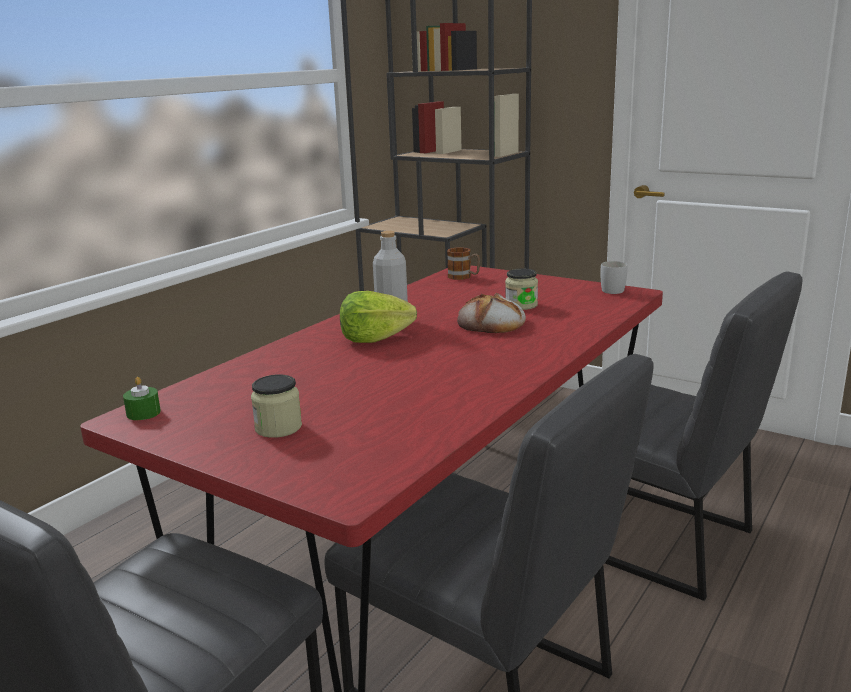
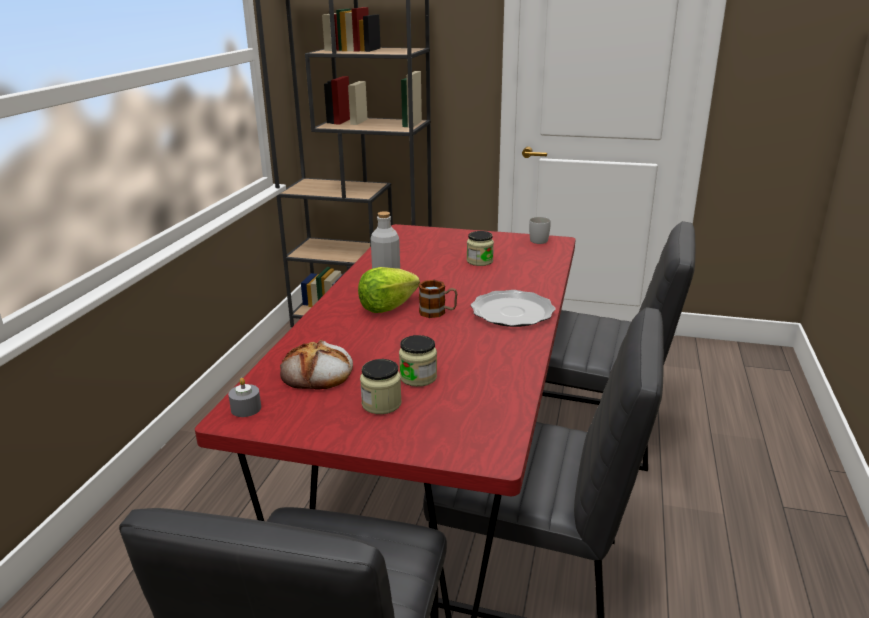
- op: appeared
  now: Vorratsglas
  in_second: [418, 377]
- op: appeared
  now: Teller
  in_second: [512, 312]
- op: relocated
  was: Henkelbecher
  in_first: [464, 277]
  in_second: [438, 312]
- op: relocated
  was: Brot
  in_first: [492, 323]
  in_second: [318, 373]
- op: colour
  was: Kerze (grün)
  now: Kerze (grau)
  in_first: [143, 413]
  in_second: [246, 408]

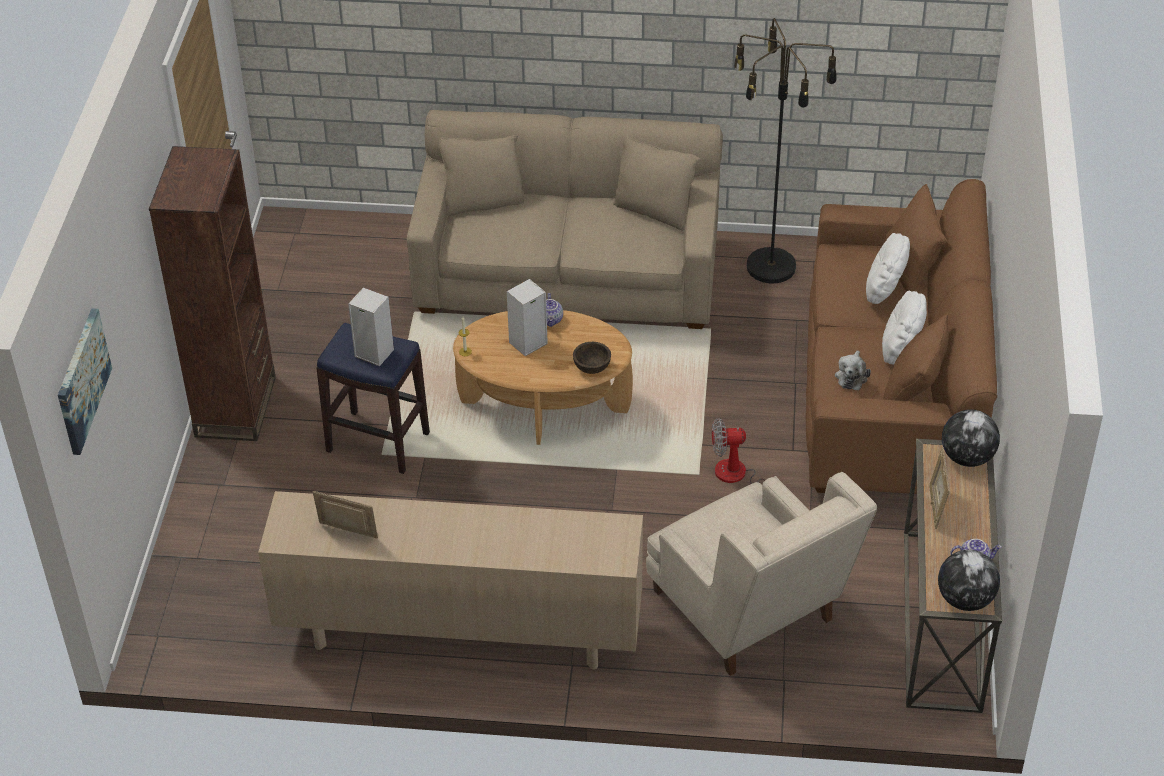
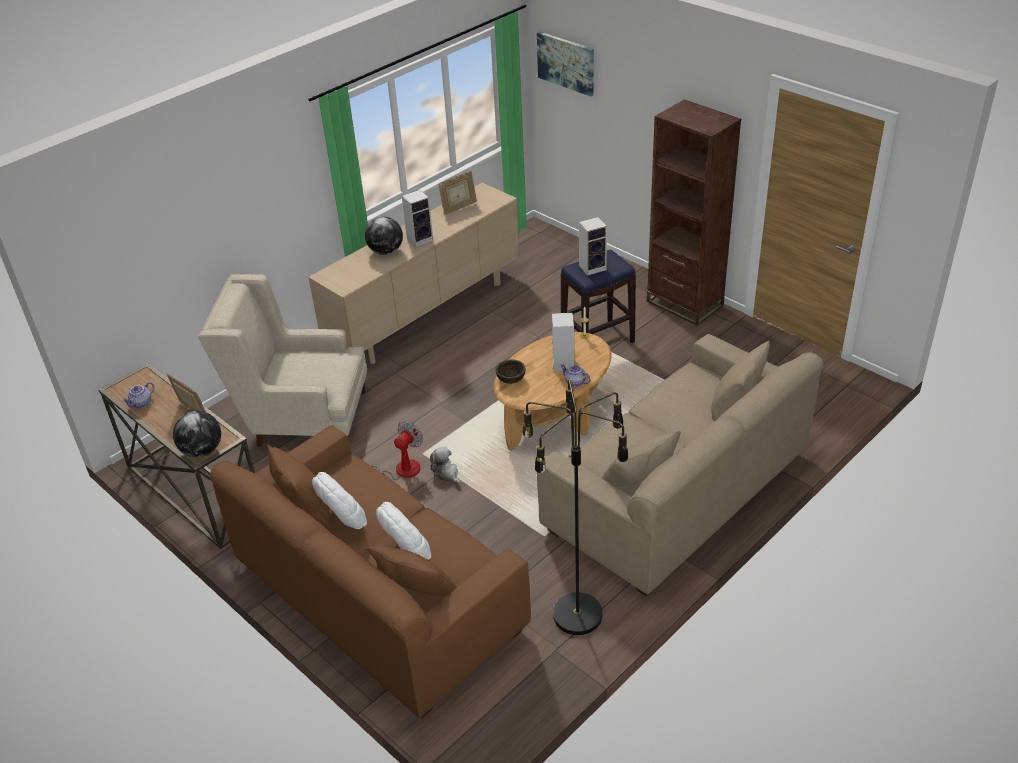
- op: appeared
  now: Lautsprecher
  in_second: [420, 239]
- op: relocated
  was: Plüschtier
  in_first: [851, 376]
  in_second: [446, 473]
- op: relocated
  was: Globus
  in_first: [965, 599]
  in_second: [386, 251]

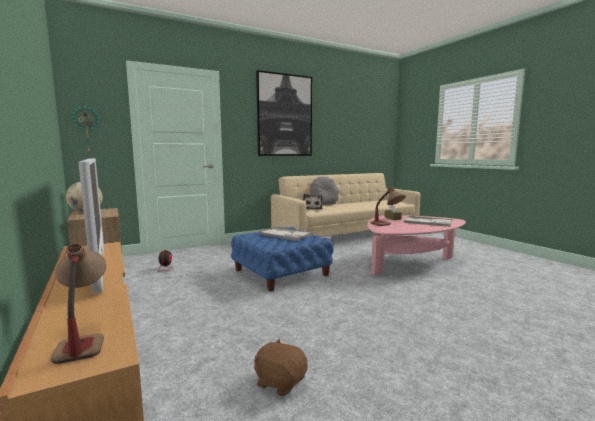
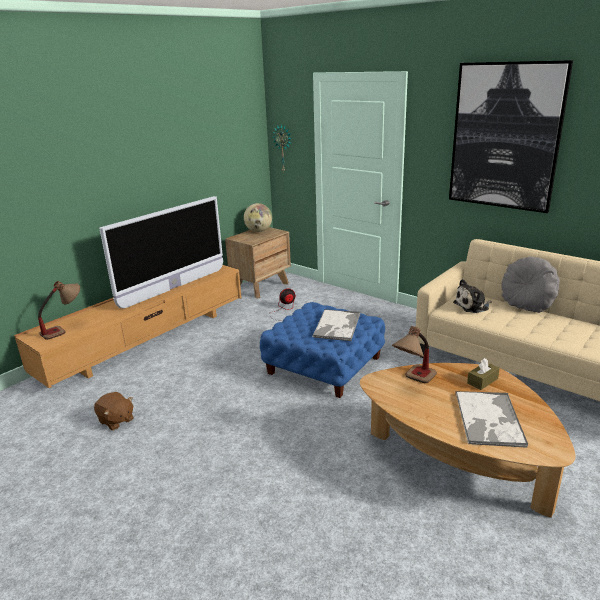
- op: colour
  was: Couchtisch (rosa)
  now: Couchtisch (braun)
  in_first: [409, 263]
  in_second: [458, 462]
- op: spun
  was: Plüschtier (braun)
  in_first: [280, 382]
  in_second: [116, 421]
  clockwise: 120

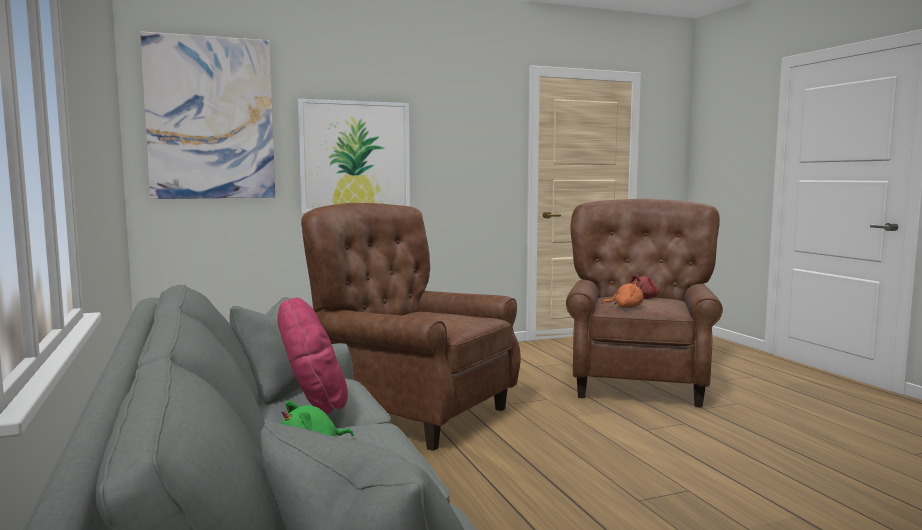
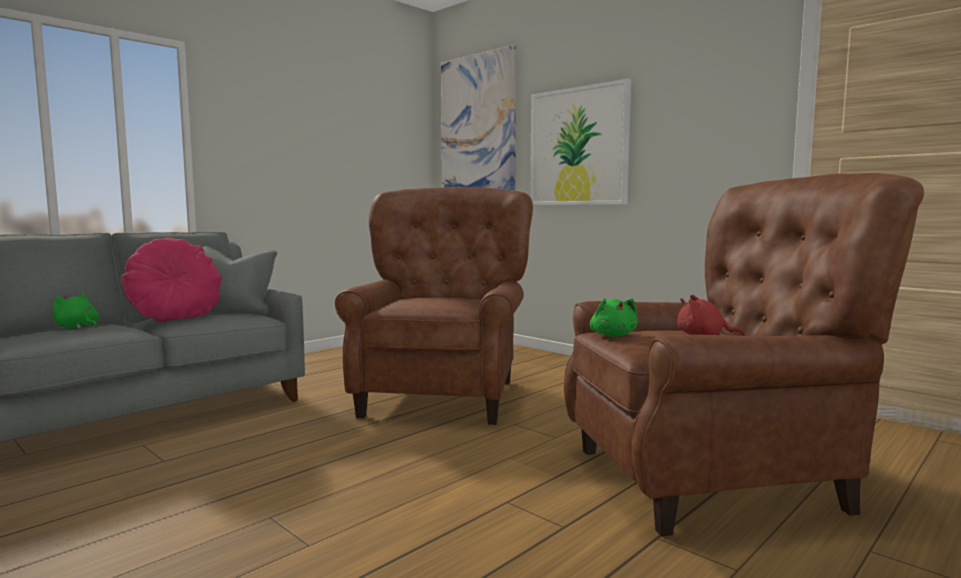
- op: colour
  was: Plüschtier (orange)
  now: Plüschtier (grün)
  in_first: [625, 307]
  in_second: [612, 335]

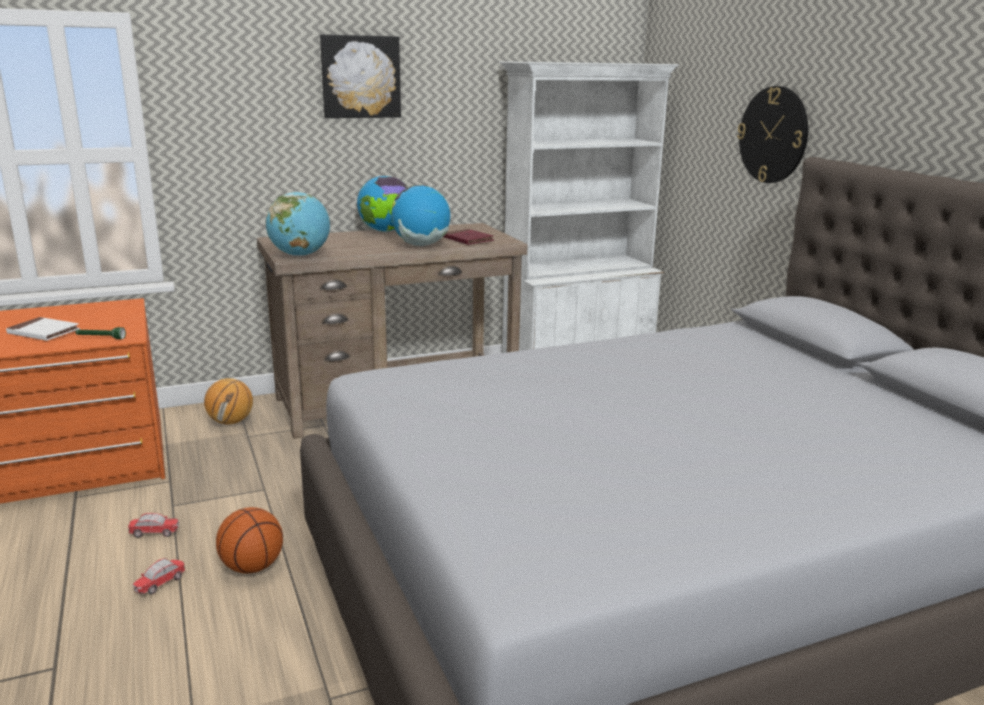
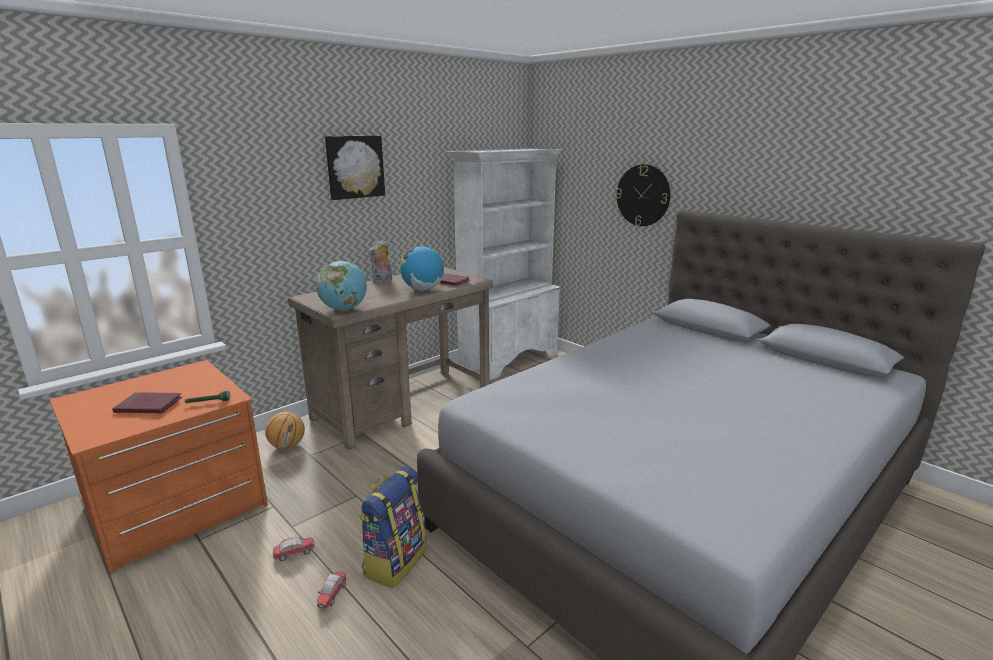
- op: exchanged
  was: Basketball
  now: Rucksack
  in_first: [252, 567]
  in_second: [395, 561]
- op: exchanged
  was: Globus
  now: Plüschtier
  in_first: [385, 231]
  in_second: [382, 281]
- op: colour
  was: Buch (weiß)
  now: Buch (rot)
  in_first: [43, 332]
  in_second: [149, 406]

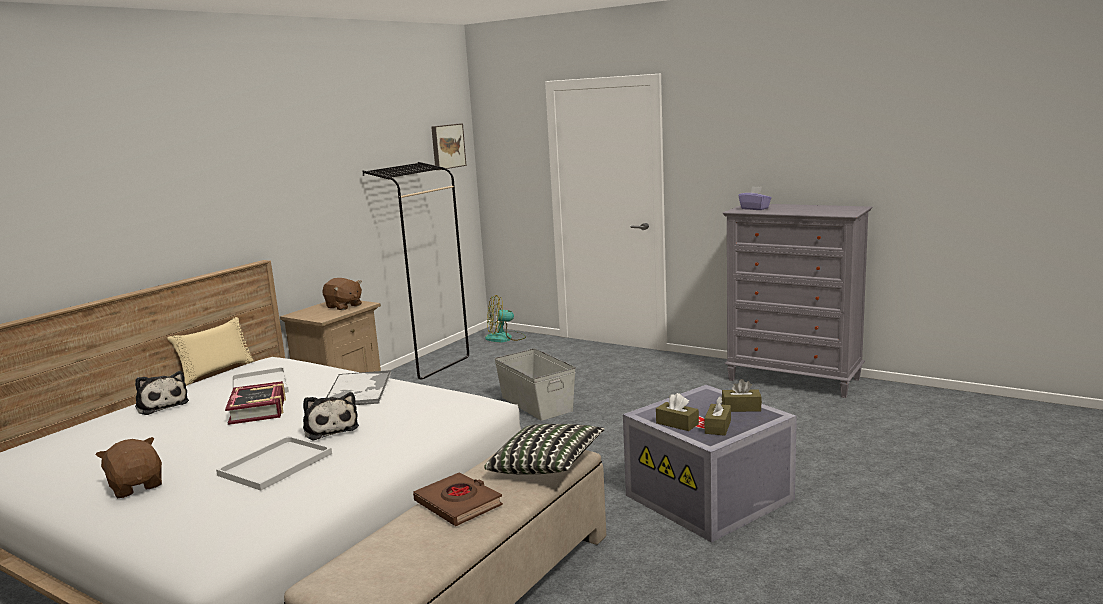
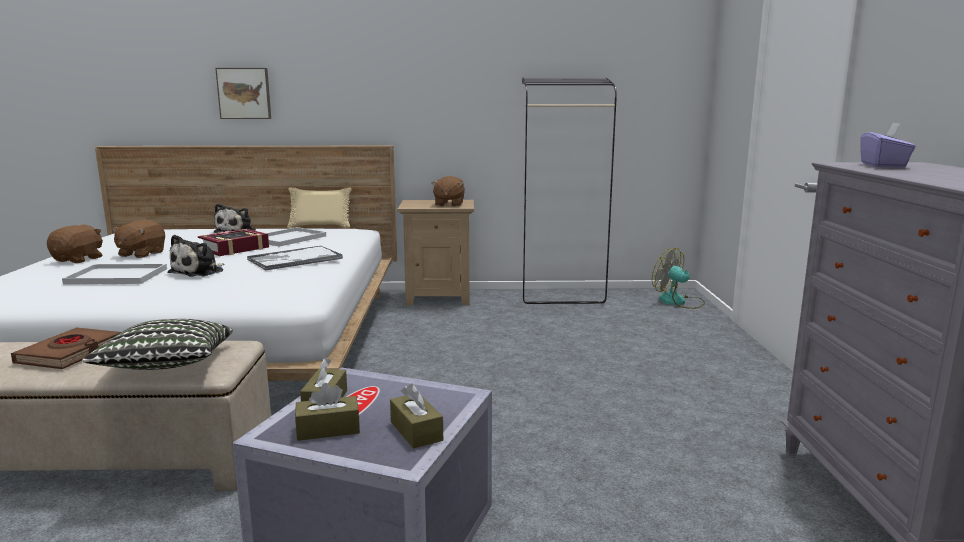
- op: missing
  was: Aufbewahrungsbox (grau)
  in_first: [537, 403]
- op: appeared
  now: Plüschtier (braun)
  in_second: [141, 254]
- op: relocated
  was: Bild
  in_first: [447, 146]
  in_second: [244, 93]

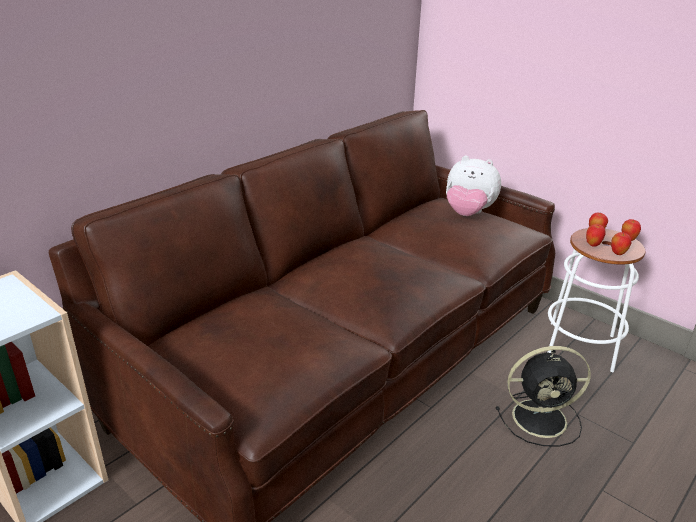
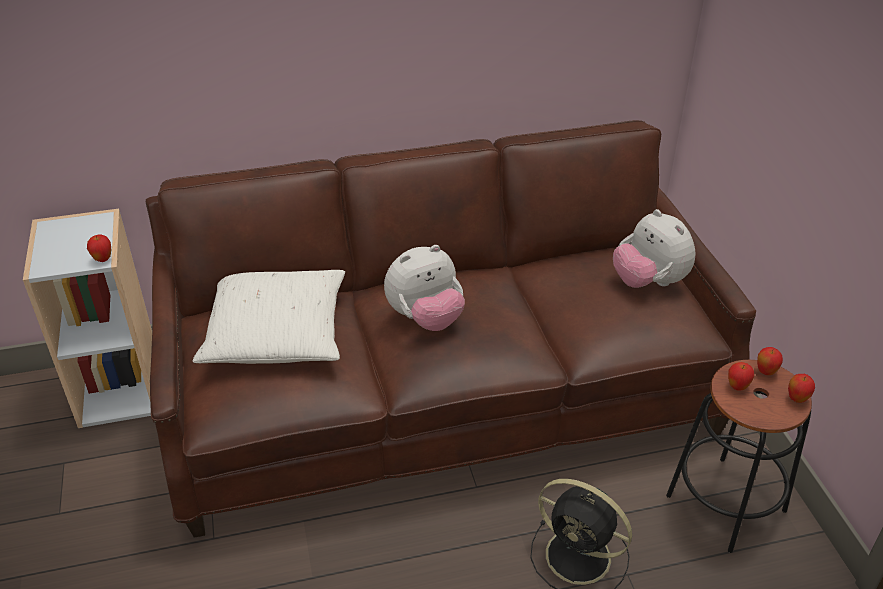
- op: appeared
  now: Kissen (weiß)
  in_second: [276, 331]
- op: appeared
  now: Plüschtier
  in_second: [425, 318]
- op: relocated
  was: Apfel
  in_first: [618, 253]
  in_second: [103, 259]
- op: colour
  was: Hocker (weiß)
  now: Hocker (schwarz)
  in_first: [580, 346]
  in_second: [726, 503]

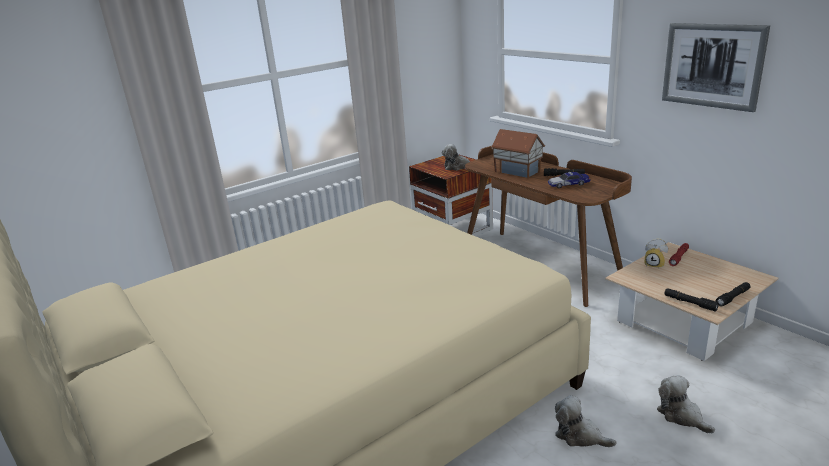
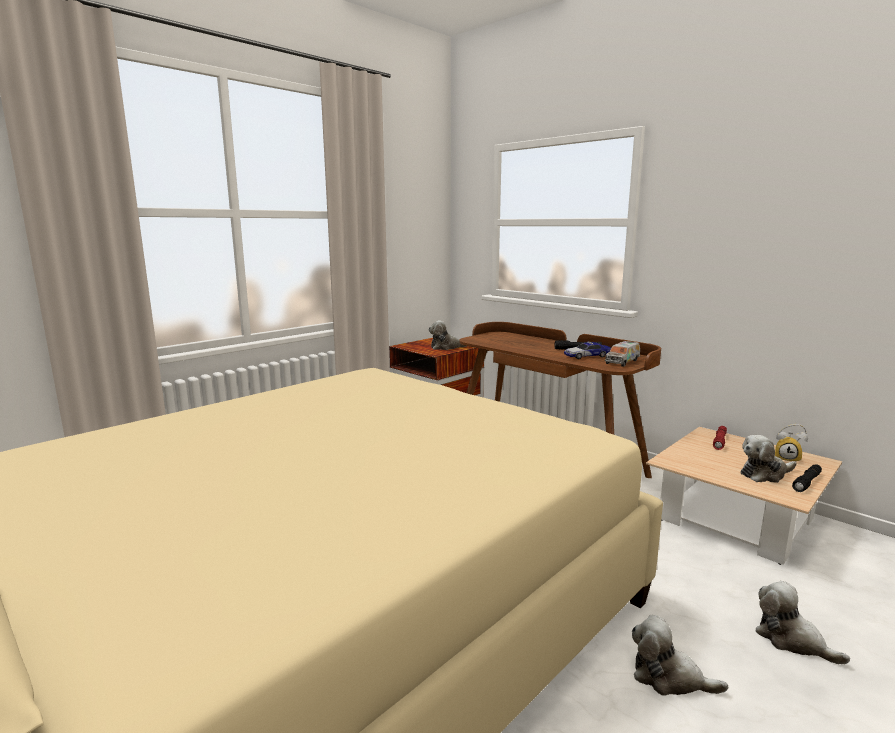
- op: missing
  was: Spielzeughaus
  in_first: [518, 171]
- op: missing
  was: Bild
  in_first: [712, 65]
- op: missing
  was: Taschenlampe (schwarz)
  in_first: [689, 303]
- op: appeared
  now: Spielzeuglaster
  in_second: [622, 361]
- op: appeared
  now: Plüschtier
  in_second: [764, 474]
- op: relocated
  was: Wecker
  in_first: [655, 265]
  in_second: [787, 459]

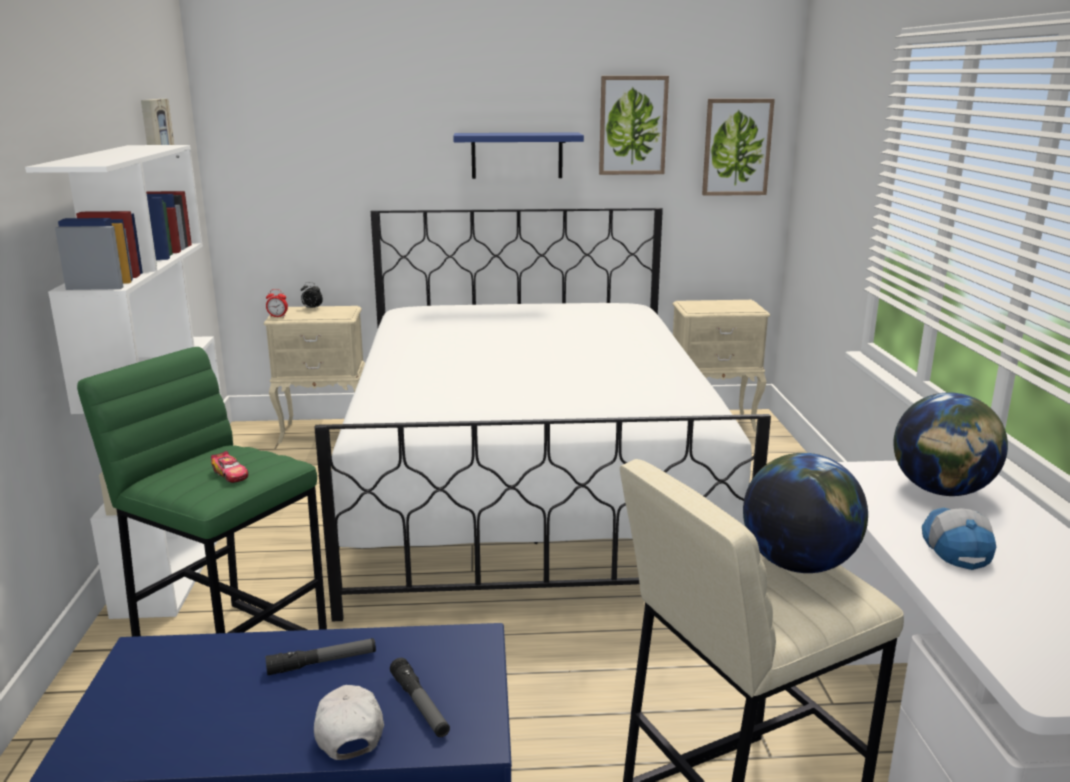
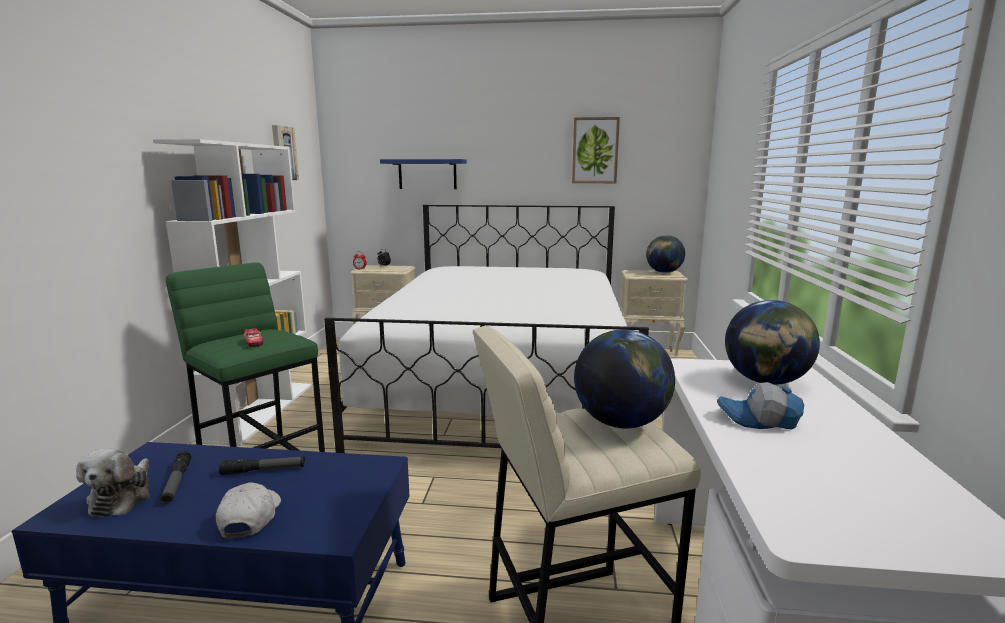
- op: missing
  was: Bild
  in_first: [736, 147]
- op: appeared
  now: Plüschtier
  in_second: [122, 497]
- op: appeared
  now: Globus
  in_second: [663, 272]
- op: relocated
  was: Taschenlampe
  in_first: [420, 705]
  in_second: [177, 483]
- op: relocated
  was: Wandregal (blau)
  in_first: [517, 155]
  in_second: [427, 174]
- op: spun
  was: Kappe
  in_first: [954, 548]
  in_second: [758, 420]
  clockwise: -90

